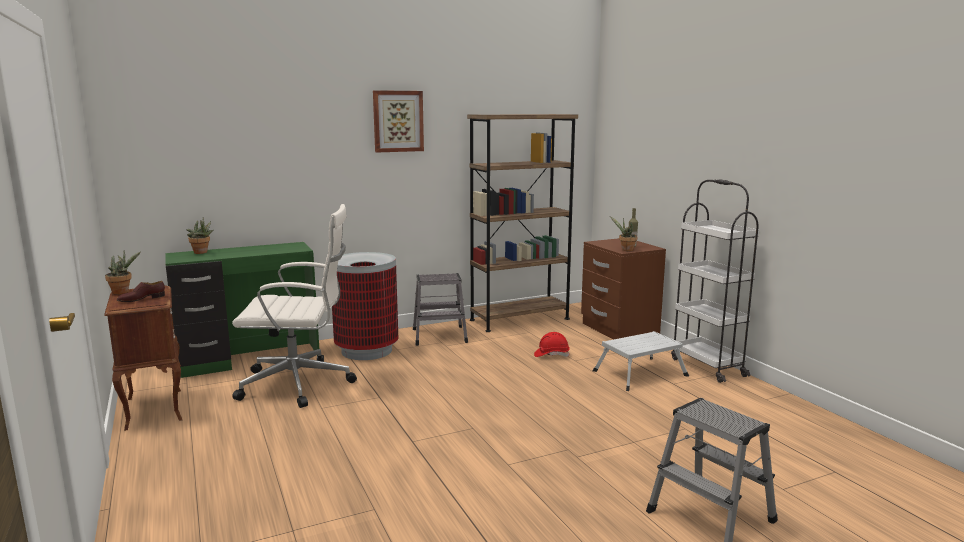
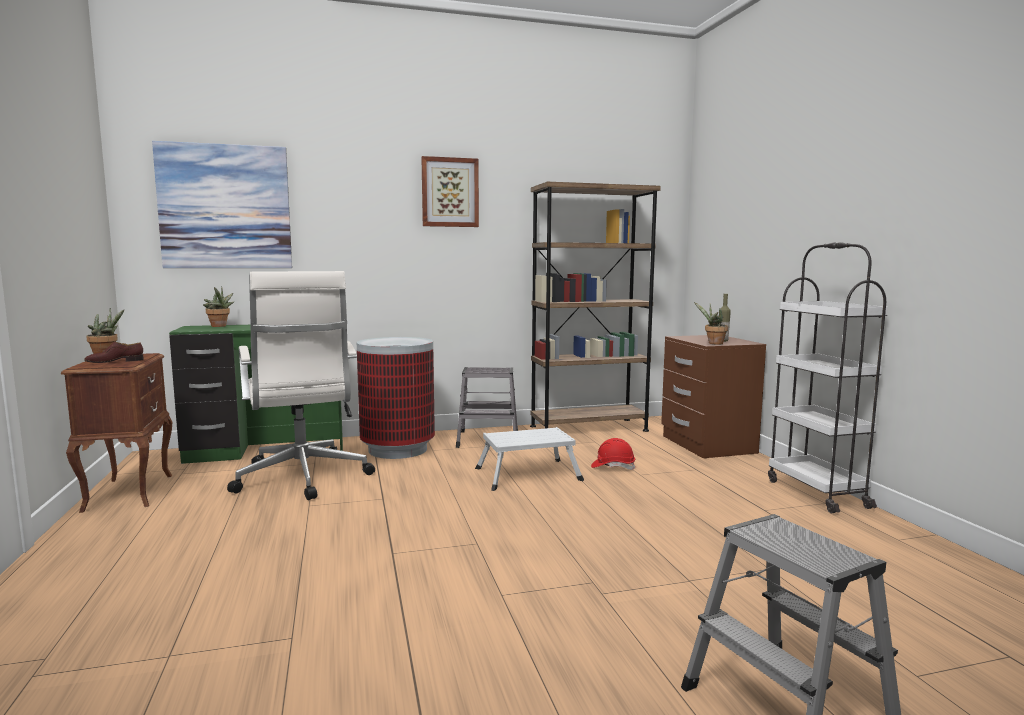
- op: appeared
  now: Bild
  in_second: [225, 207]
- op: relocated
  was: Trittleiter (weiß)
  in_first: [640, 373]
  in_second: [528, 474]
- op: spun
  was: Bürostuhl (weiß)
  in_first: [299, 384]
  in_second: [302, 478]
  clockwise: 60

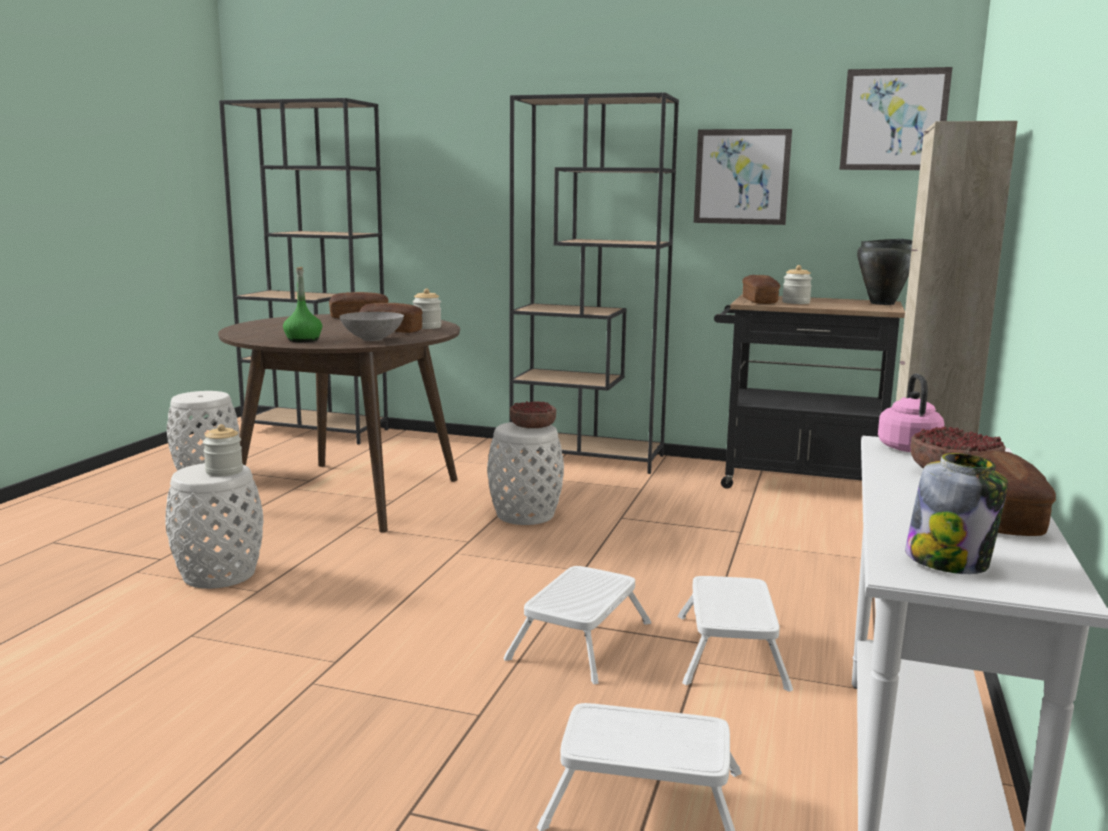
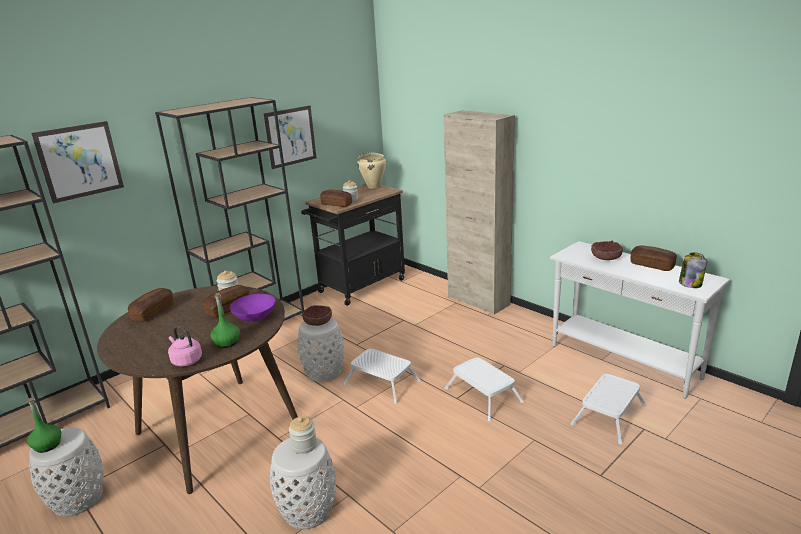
- op: appeared
  now: Flasche (grün)
  in_second: [48, 445]
- op: relocated
  was: Trittleiter (weiß)
  in_first: [729, 651]
  in_second: [382, 382]
- op: relocated
  was: Bild
  in_first: [894, 119]
  in_second: [80, 161]
- op: relocated
  was: Wasserkessel (rosa)
  in_first: [907, 447]
  in_second: [186, 360]
- op: colour
  was: Schüssel (grau)
  now: Schüssel (lila)
  in_first: [371, 339]
  in_second: [254, 318]
- op: colour
  was: Kochtopf (schwarz)
  now: Kochtopf (beige)
  in_first: [883, 303]
  in_second: [373, 186]

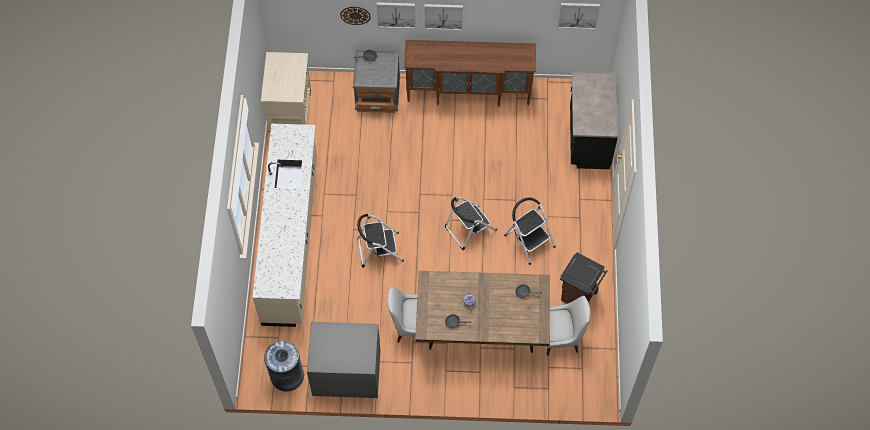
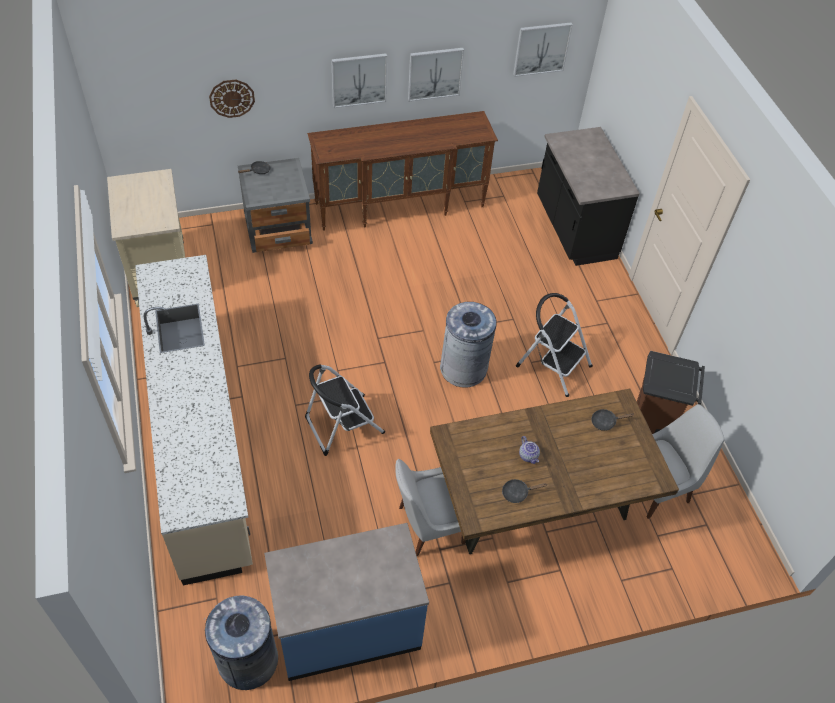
- op: relocated
  was: Bild
  in_first: [396, 14]
  in_second: [435, 73]
- op: exchanged
  was: Waschmaschine (grau)
  now: Küchenzeile (blau)
  in_first: [346, 372]
  in_second: [347, 627]
- op: exchanged
  was: Trittleiter
  now: Mülleimer (grau)
  in_first: [469, 229]
  in_second: [463, 368]

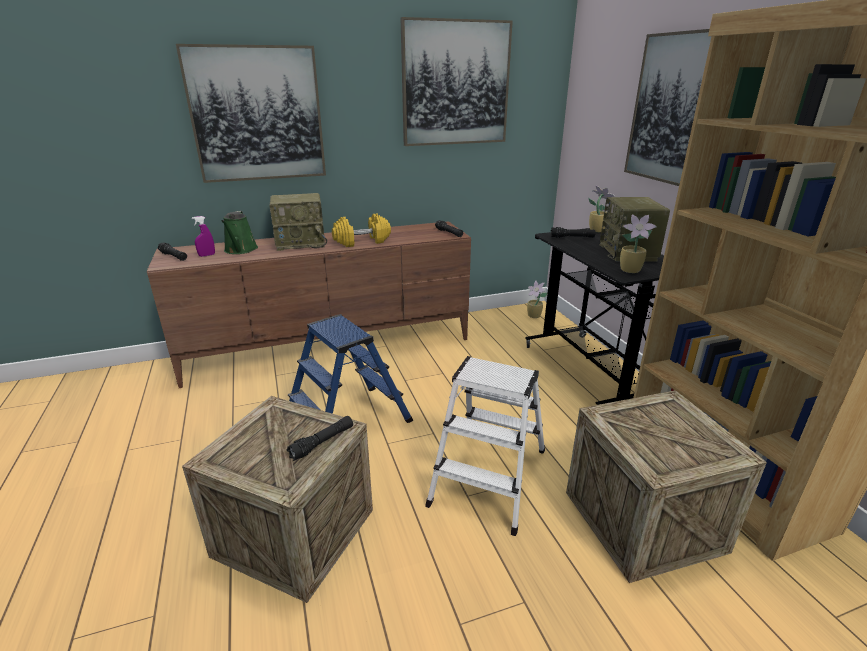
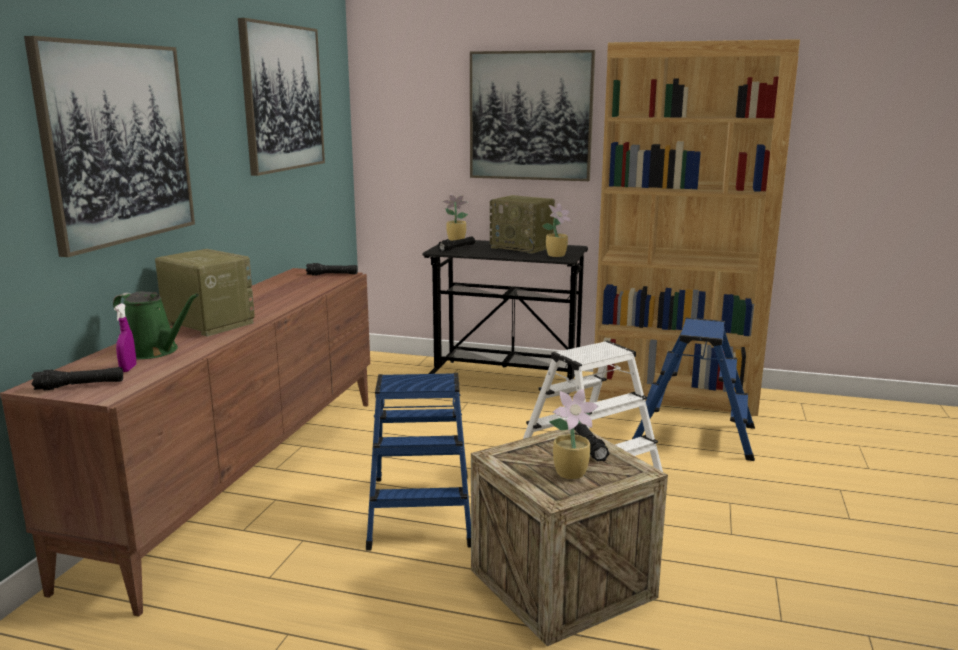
- op: missing
  was: Hantel (gelb)
  in_first: [362, 241]
- op: relocated
  was: Topfpflanze
  in_first: [534, 316]
  in_second: [572, 473]
- op: exchanged
  was: Kiste
  now: Trittleiter (blau)
  in_first: [643, 521]
  in_second: [693, 435]
- op: spun
  was: Radio
  in_first: [301, 243]
  in_second: [207, 323]
  clockwise: -75

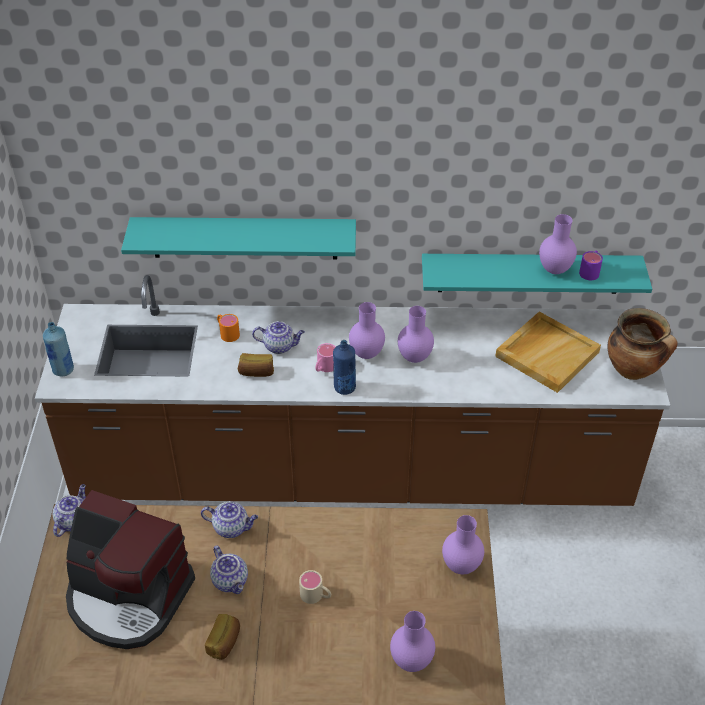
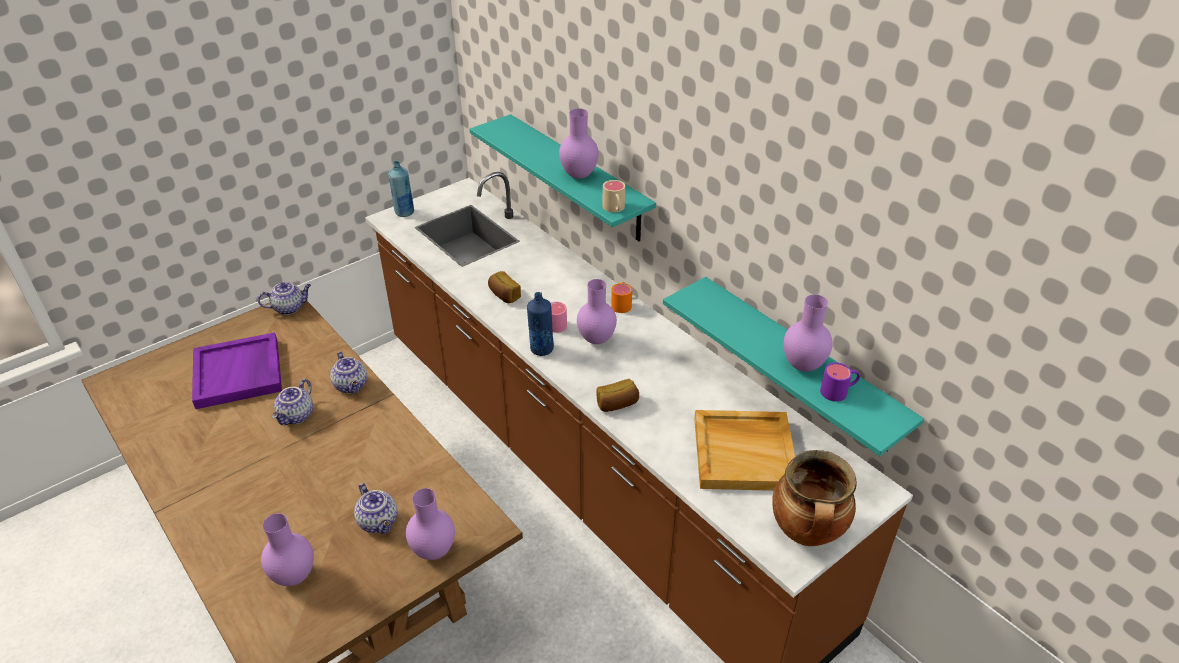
- op: relocated
  was: Brot
  in_first: [225, 642]
  in_second: [617, 404]
- op: relocated
  was: Henkelbecher (orange)
  in_first: [227, 333]
  in_second: [622, 303]
- op: relocated
  was: Teekanne
  in_first: [280, 346]
  in_second: [379, 522]
- op: relocated
  was: Henkelbecher (beige)
  in_first: [316, 596]
  in_second: [614, 209]
- op: relocated
  was: Vase (lila)
  in_first: [414, 358]
  in_second: [578, 176]
- op: exchanged
  was: Kaffeemaschine
  now: Tablett (lila)
  in_first: [128, 597]
  in_second: [239, 373]

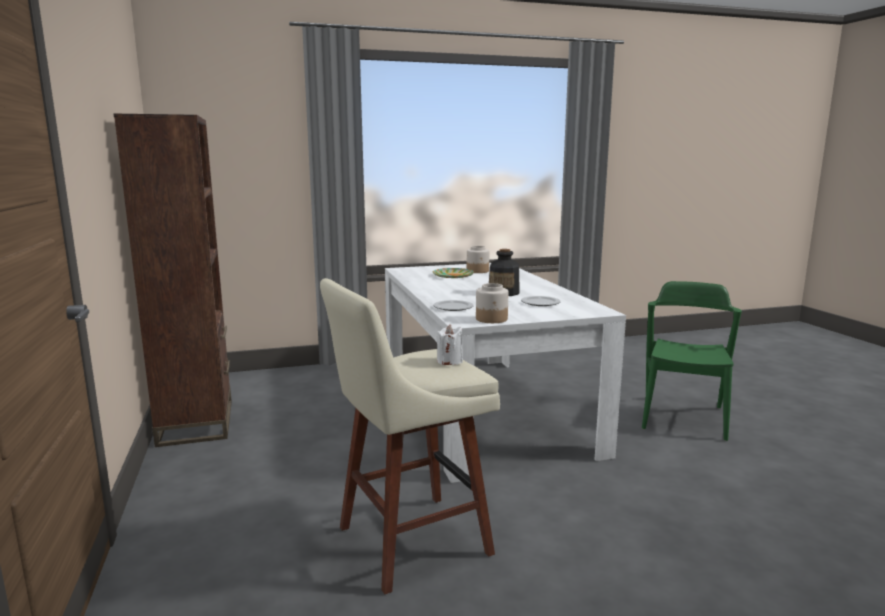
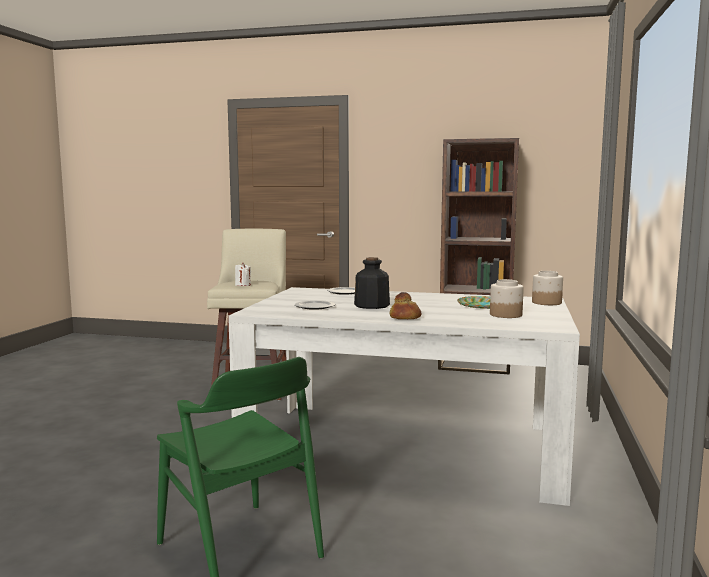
- op: appeared
  now: Brot
  in_second: [404, 318]
- op: relocated
  was: Vorratsglas
  in_first: [492, 319]
  in_second: [546, 302]

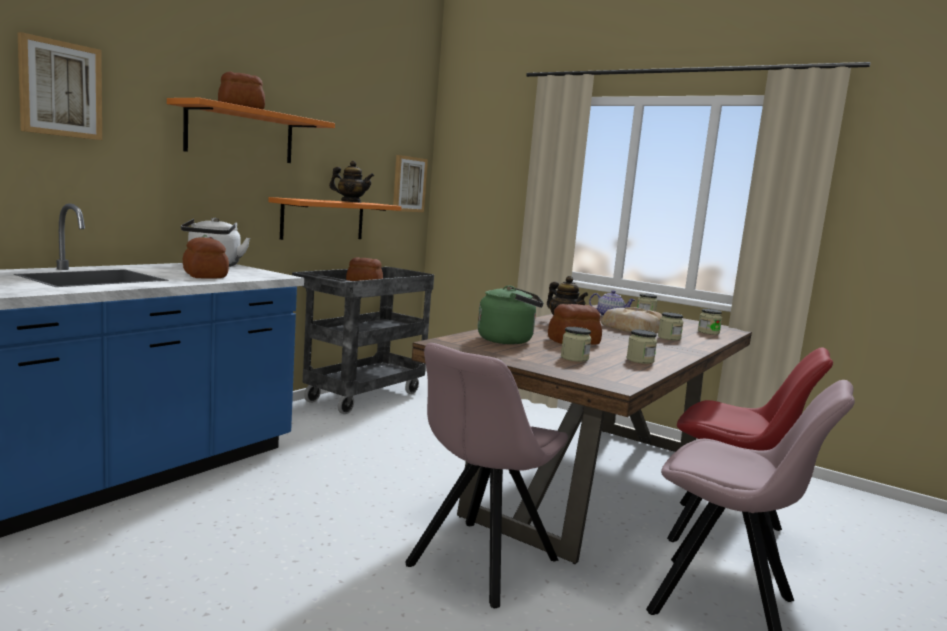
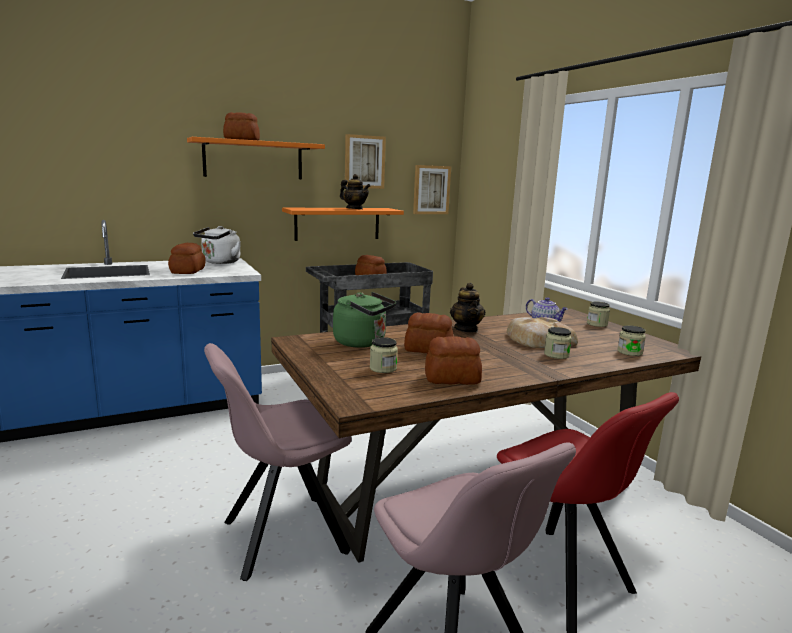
- op: relocated
  was: Bild
  in_first: [60, 89]
  in_second: [364, 162]
- op: exchanged
  was: Vorratsglas
  now: Brot
  in_first: [640, 360]
  in_second: [451, 378]

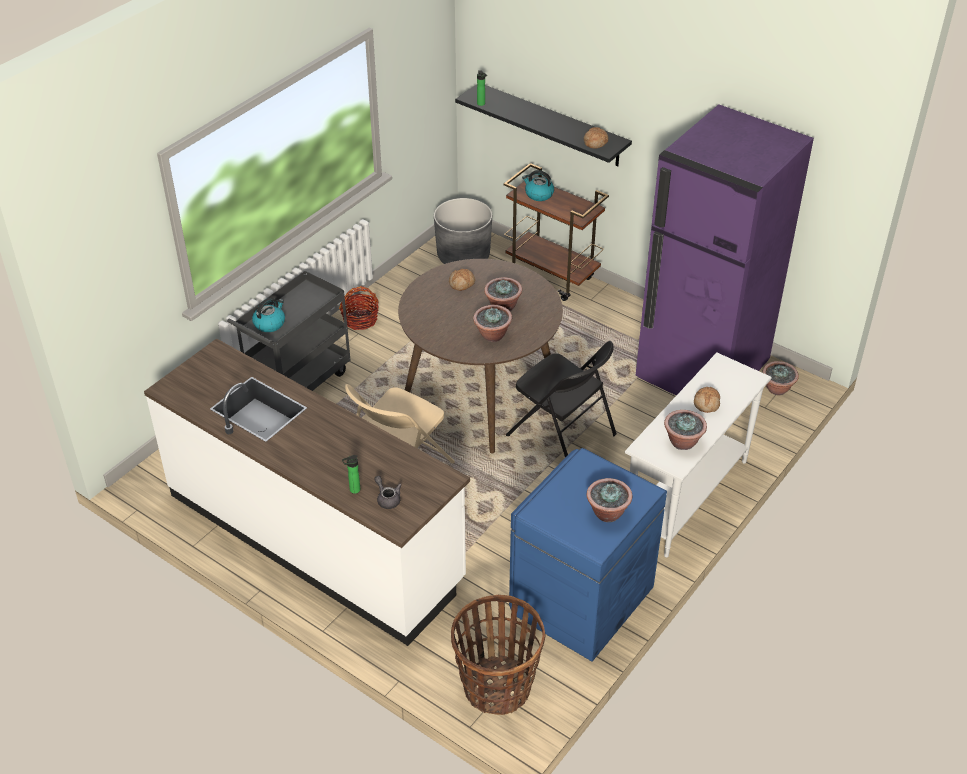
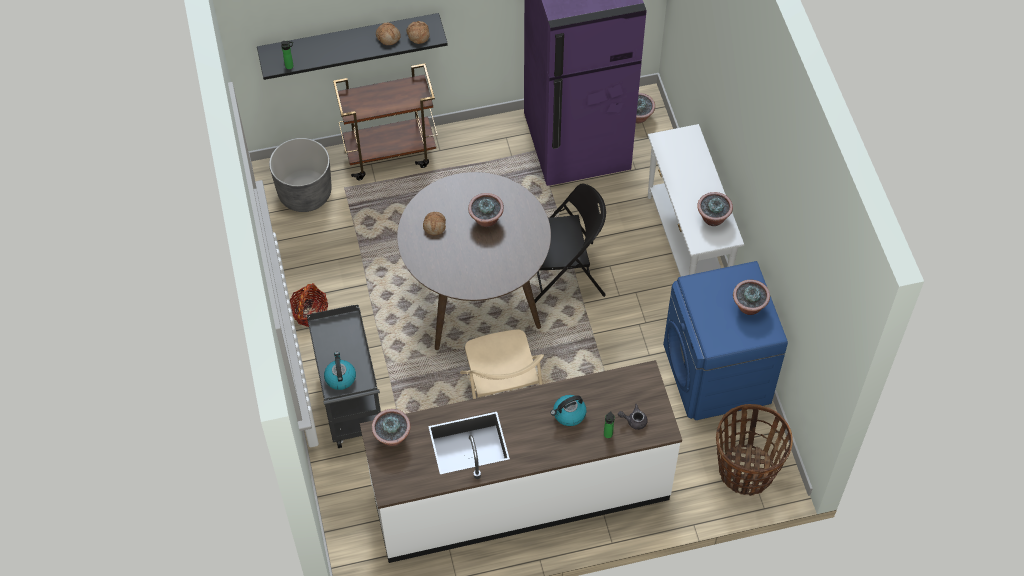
- op: relocated
  was: Topfpflanze
  in_first: [492, 335]
  in_second: [392, 437]
- op: relocated
  was: Wasserkessel
  in_first: [538, 194]
  in_second: [569, 414]
- op: relocated
  was: Brot
  in_first: [707, 403]
  in_second: [388, 36]

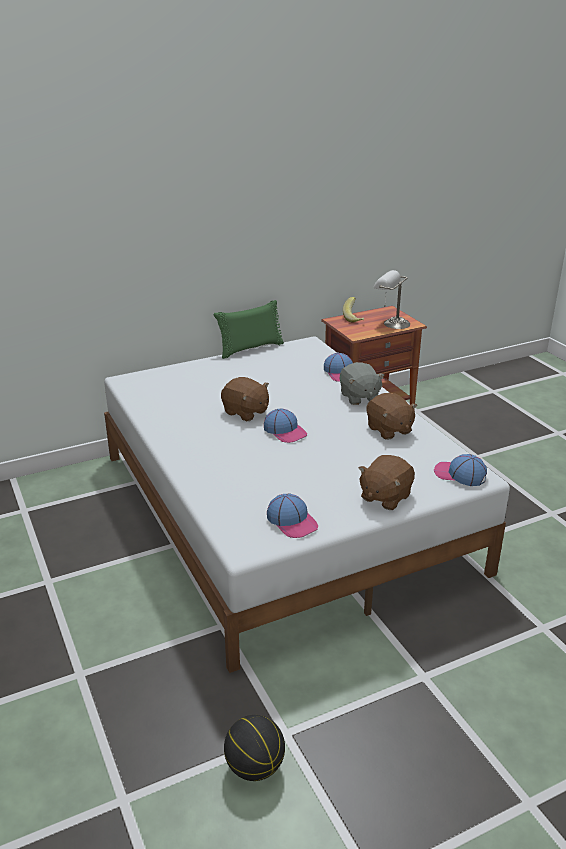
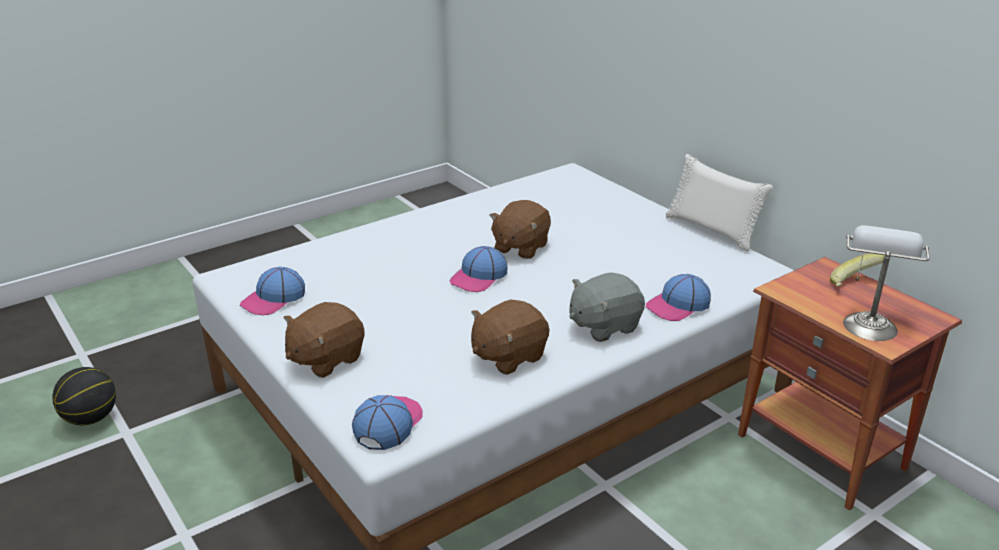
- op: colour
  was: Kissen (grün)
  now: Kissen (weiß)
  in_first: [250, 349]
  in_second: [712, 230]
- op: spun
  was: Plüschtier (braun)
  in_first: [385, 497]
  in_second: [325, 359]
  clockwise: -75

